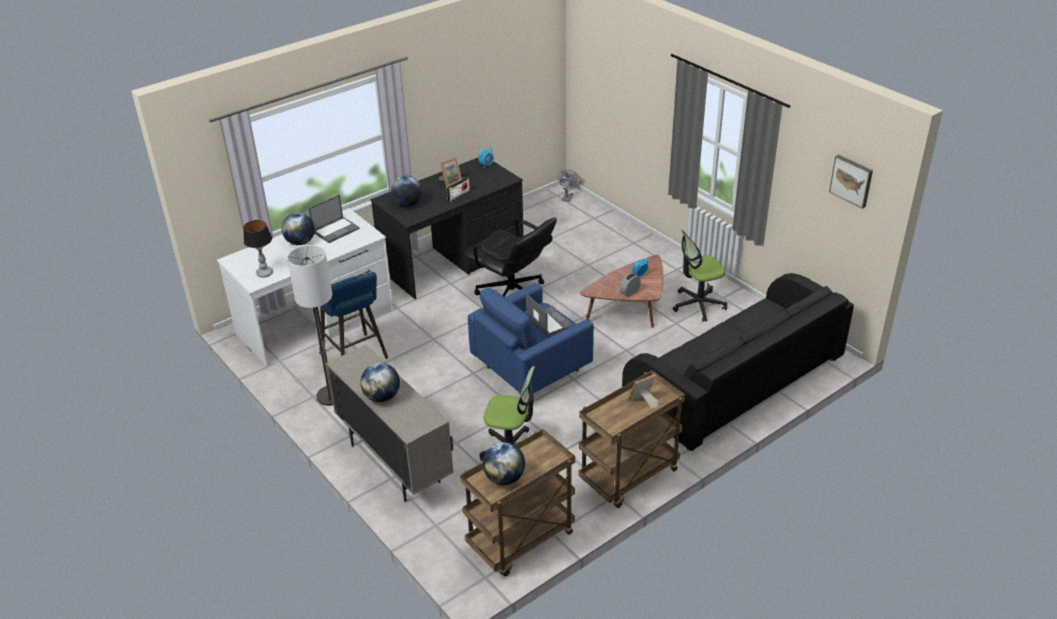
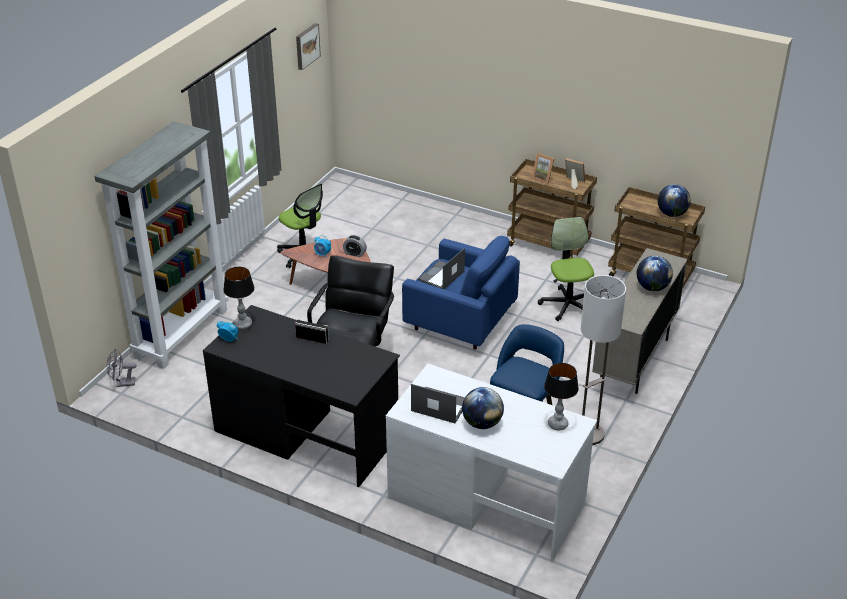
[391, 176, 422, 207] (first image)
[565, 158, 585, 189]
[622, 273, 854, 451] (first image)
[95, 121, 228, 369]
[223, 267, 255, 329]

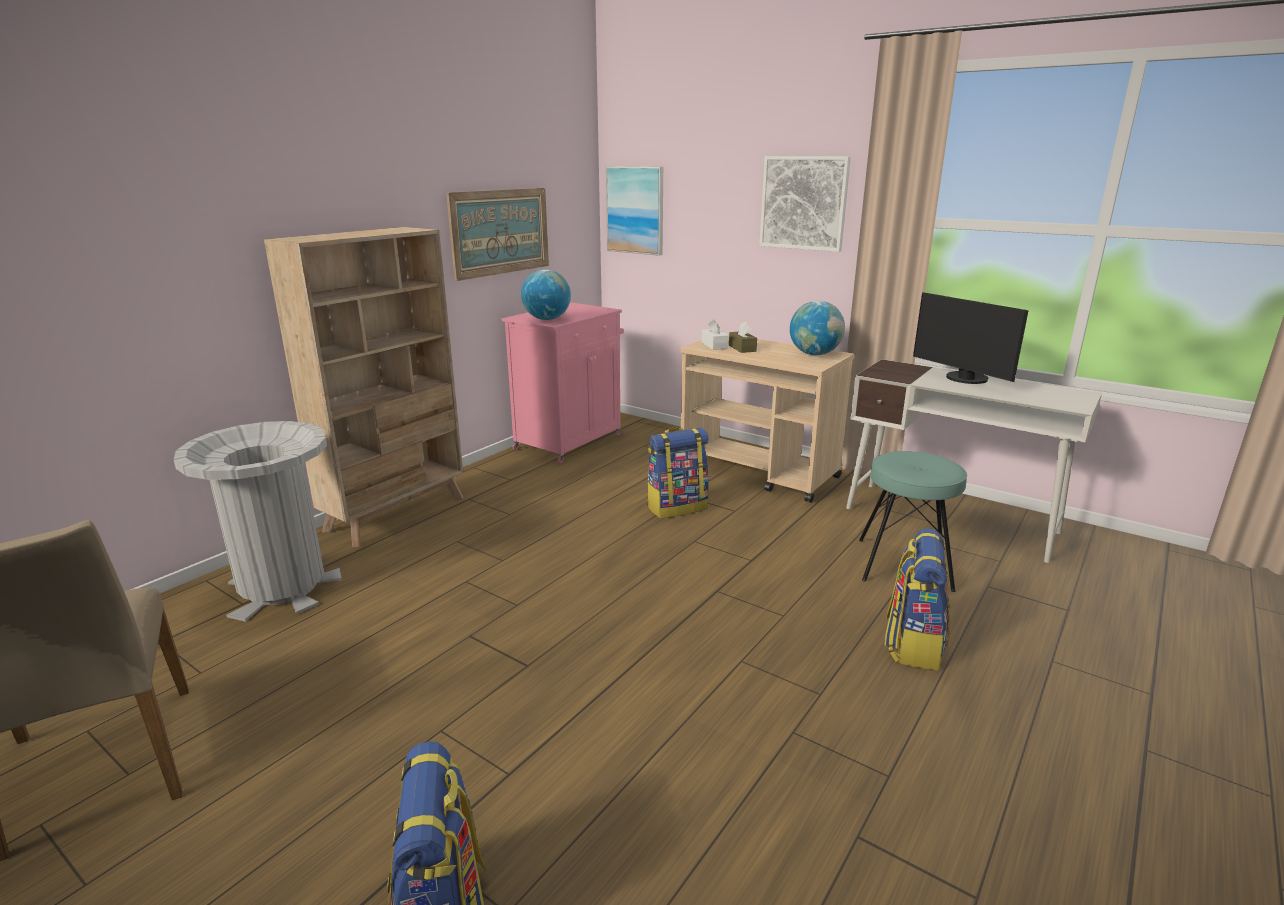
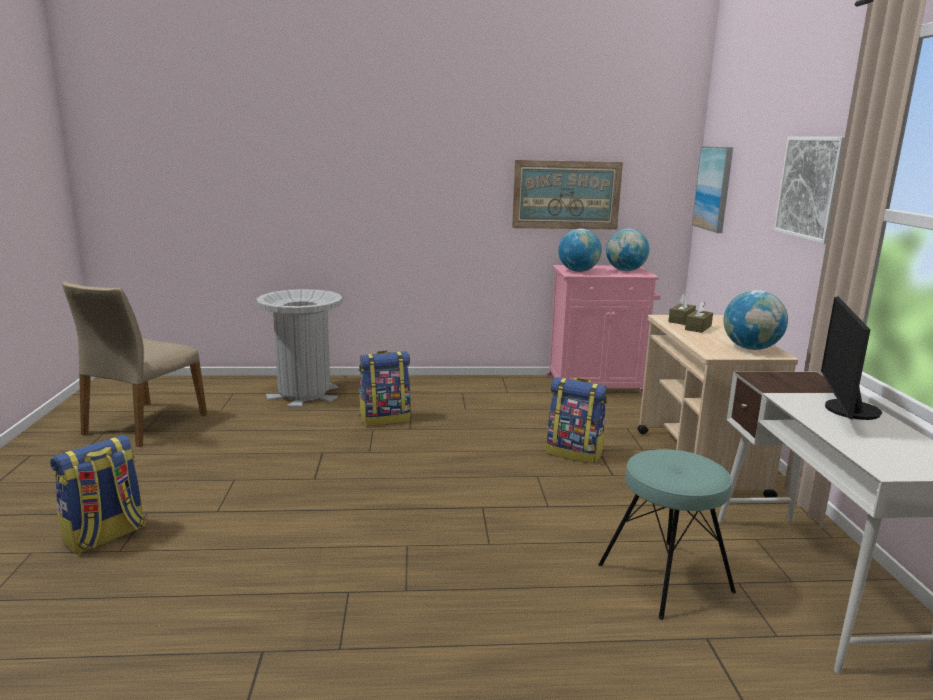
[264, 227, 463, 547] (first image)
[668, 294, 696, 325]
[359, 350, 411, 426]
[606, 229, 649, 271]

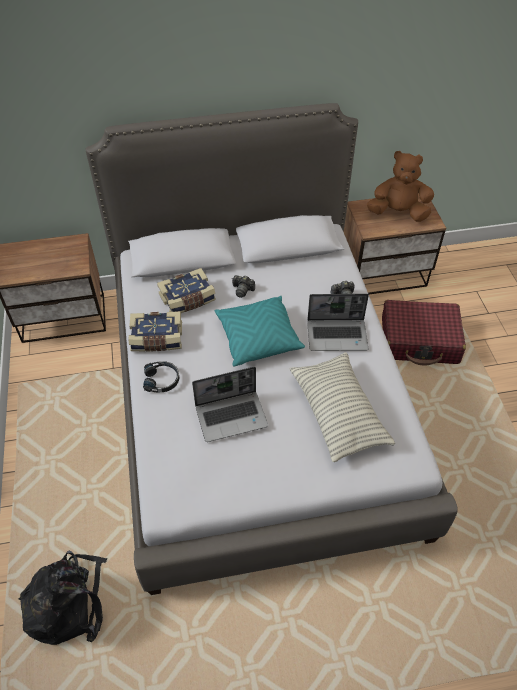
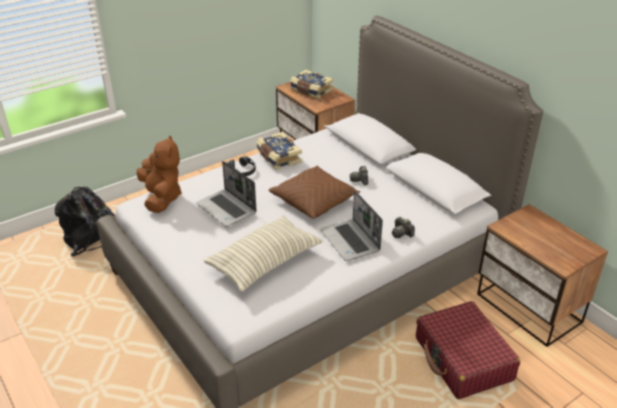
[290, 70, 333, 99]
[269, 166, 360, 219]
[137, 135, 182, 213]

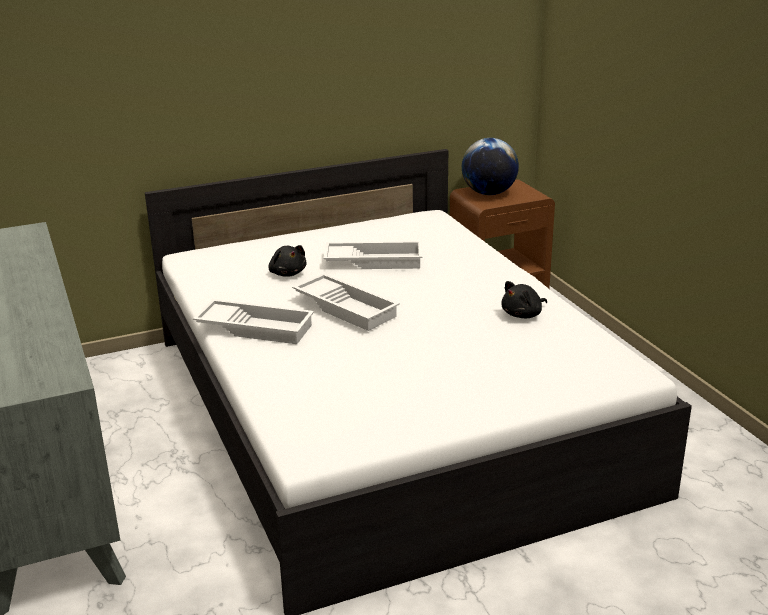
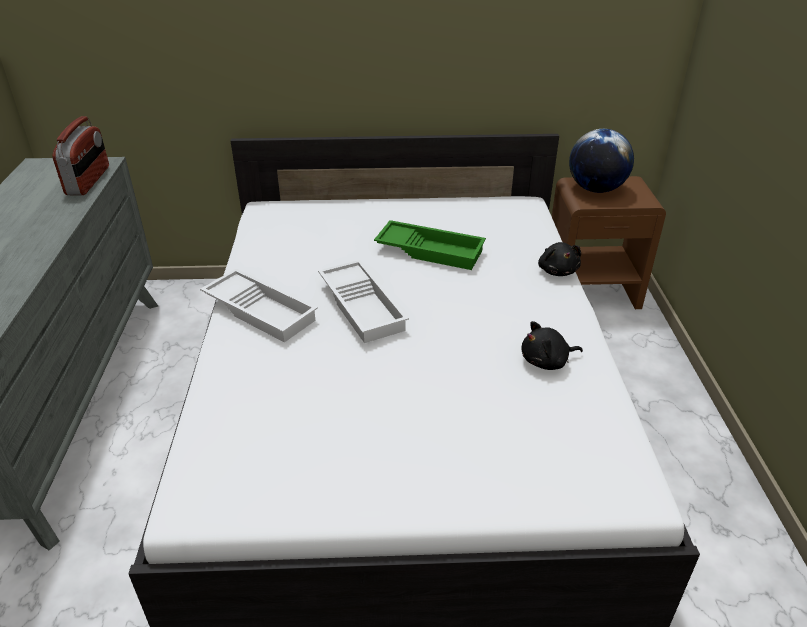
[538, 242, 581, 276]
[374, 220, 486, 270]
[52, 116, 109, 195]

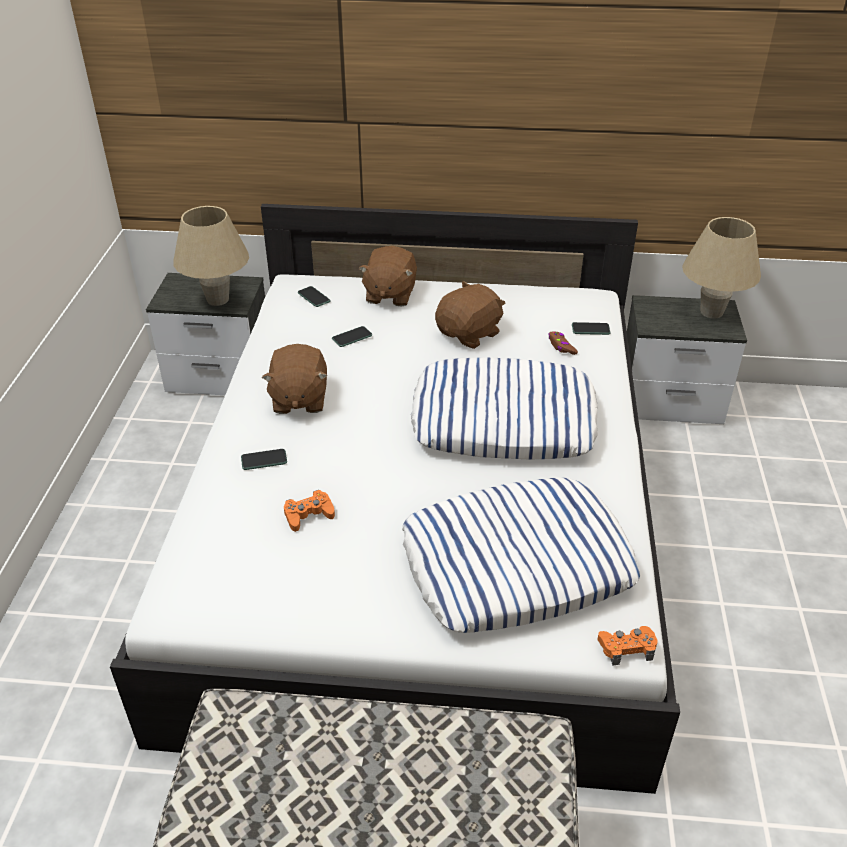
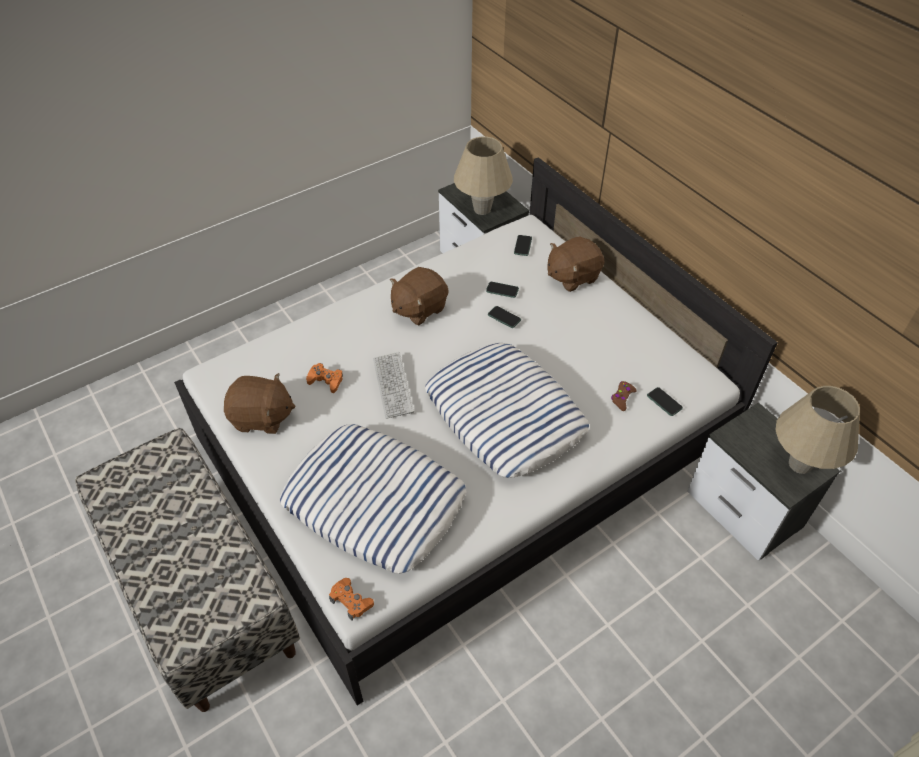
[488, 306, 521, 328]
[224, 373, 296, 434]
[373, 352, 414, 419]

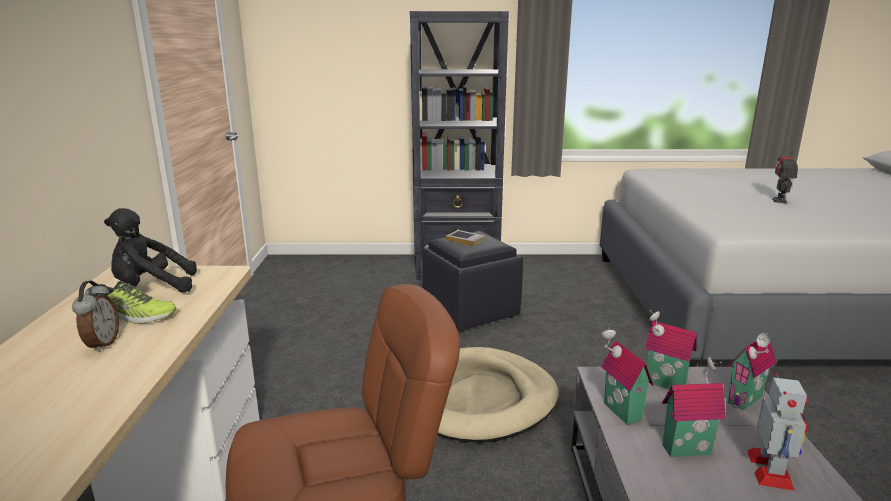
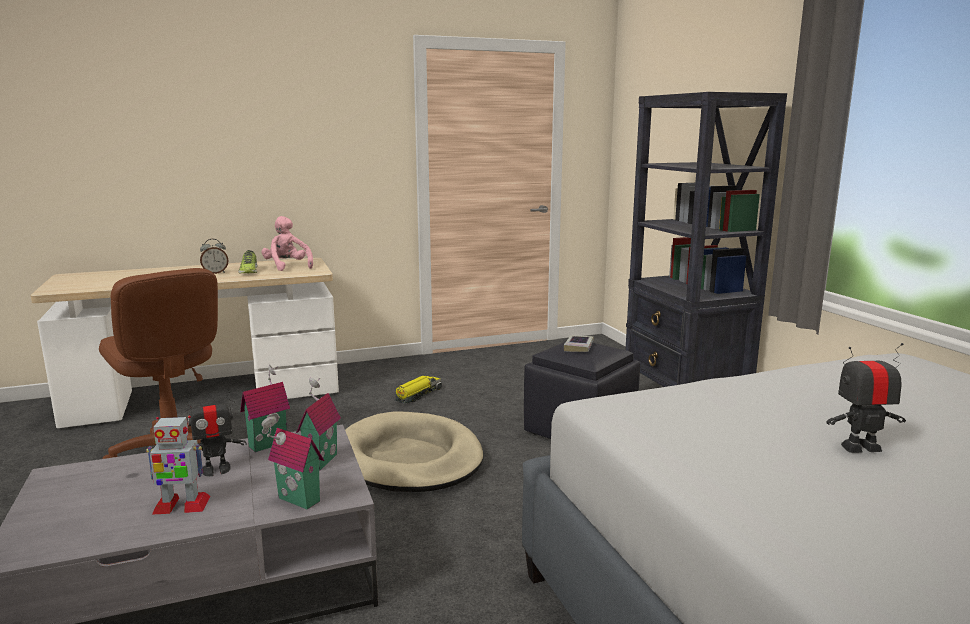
[261, 216, 313, 271]
[184, 391, 247, 476]
[394, 376, 442, 404]

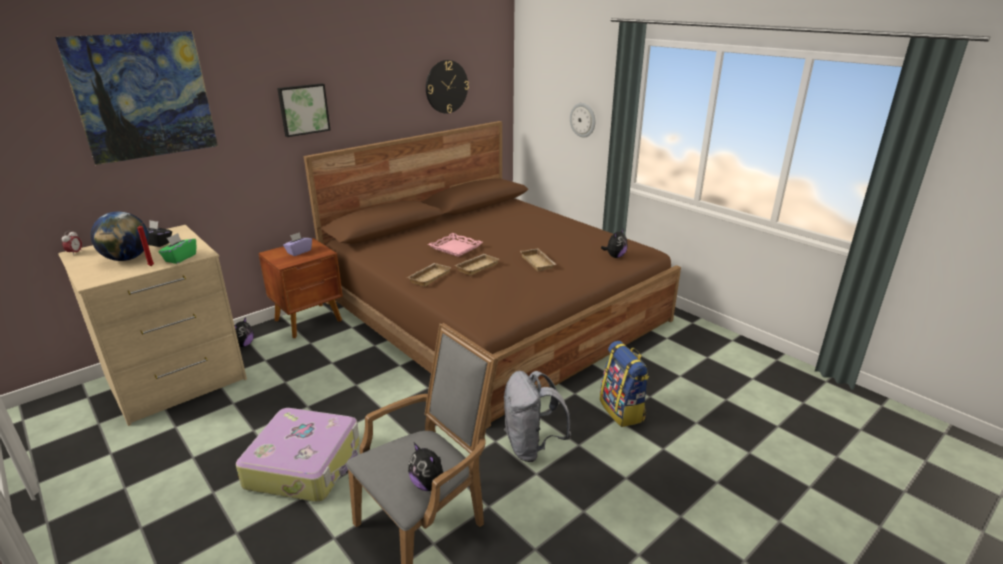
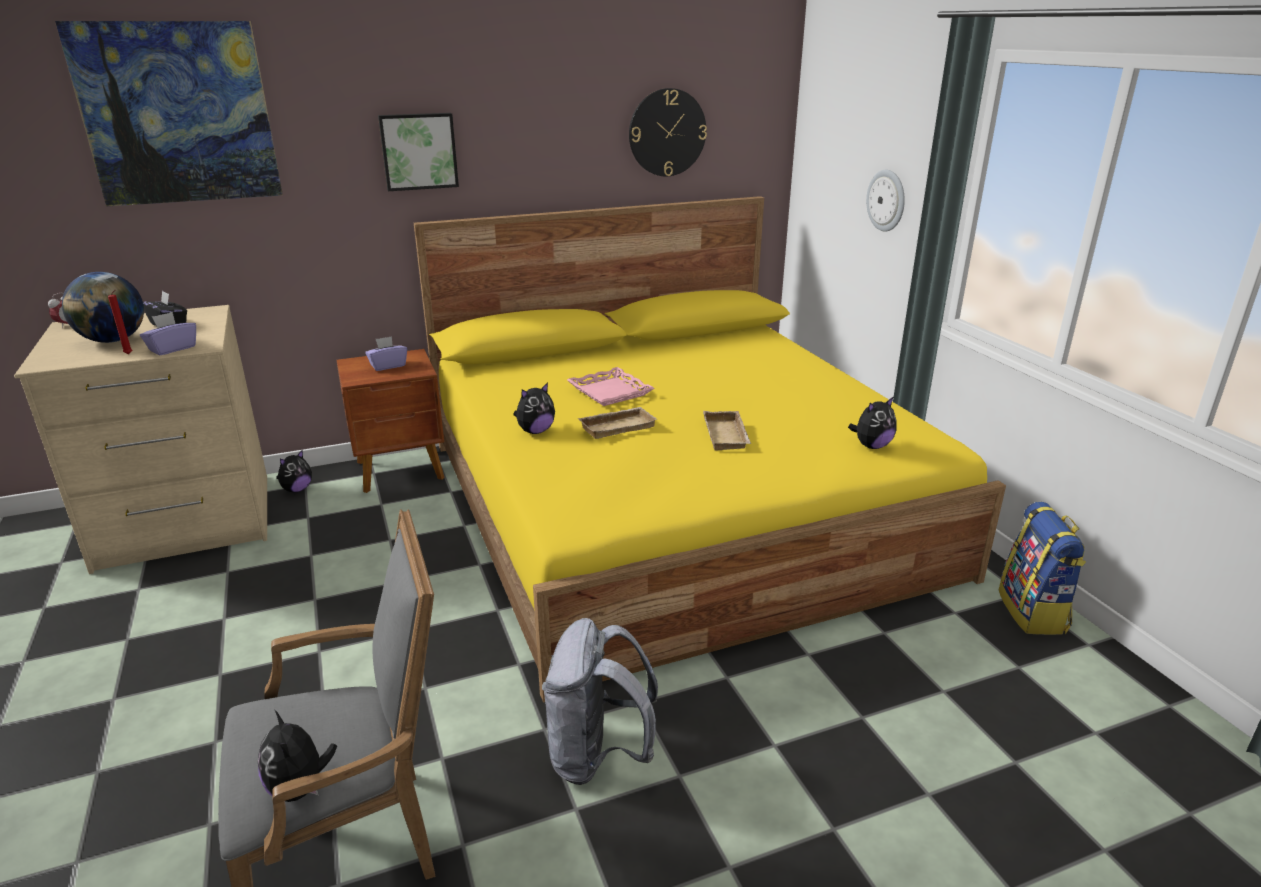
[140, 312, 196, 356]
[236, 408, 360, 502] (first image)
[414, 196, 1006, 702]
[513, 382, 555, 434]
[999, 502, 1086, 635]

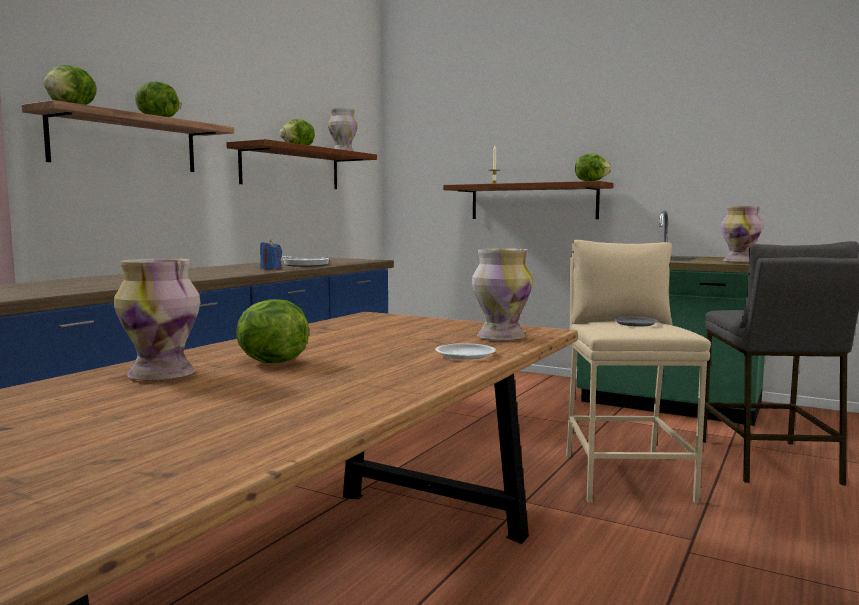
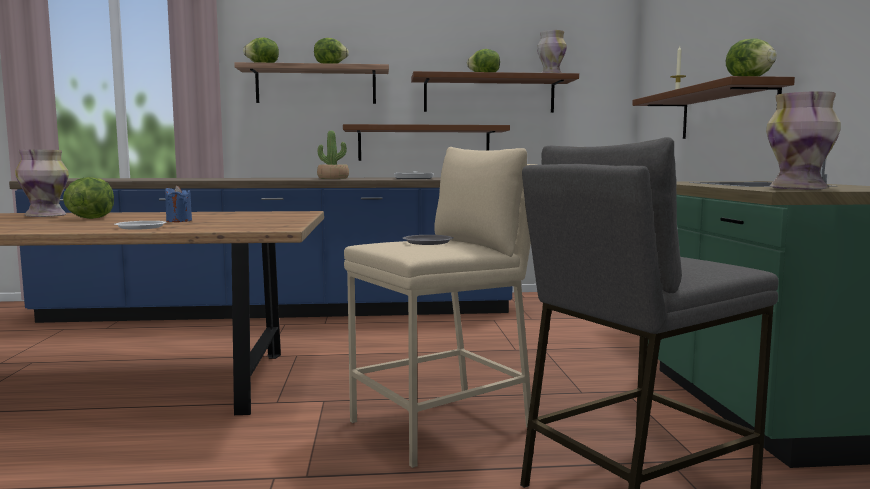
[165, 185, 192, 222]
[472, 248, 533, 341] (first image)
[317, 131, 349, 179]
[343, 124, 510, 161]

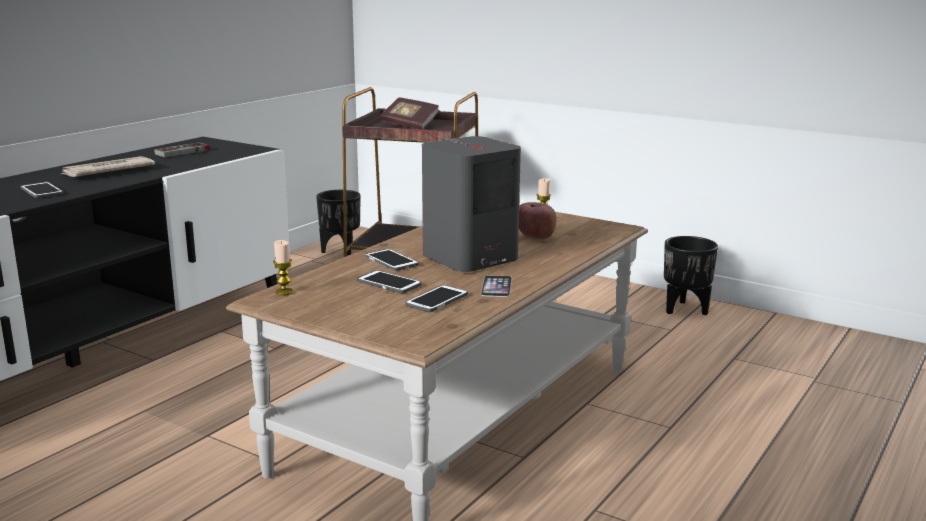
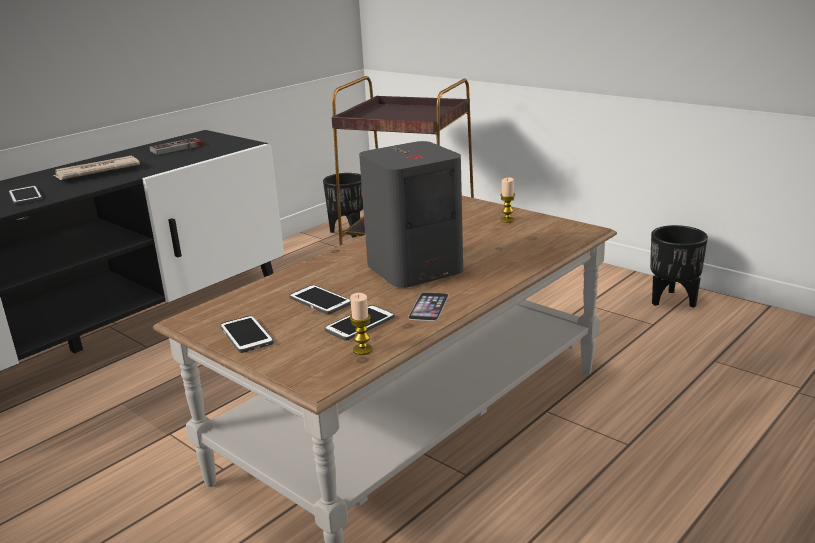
[350, 293, 373, 355]
[220, 315, 274, 353]
[380, 97, 440, 129] (first image)
[519, 202, 556, 240] (first image)

